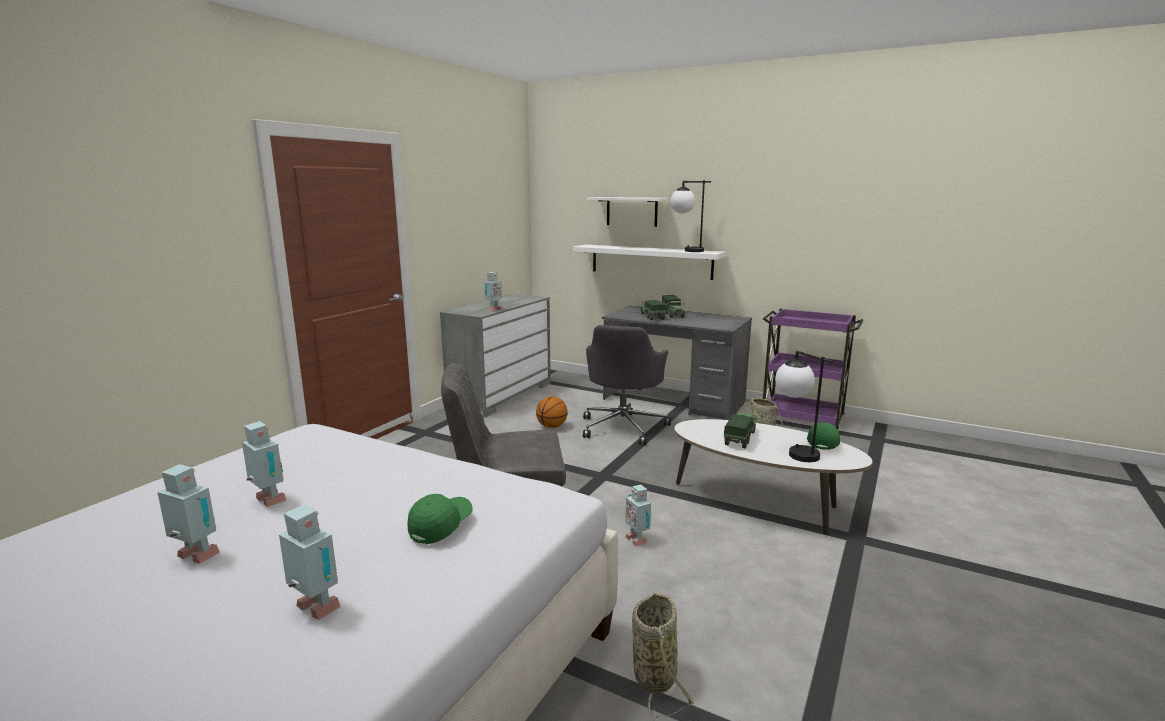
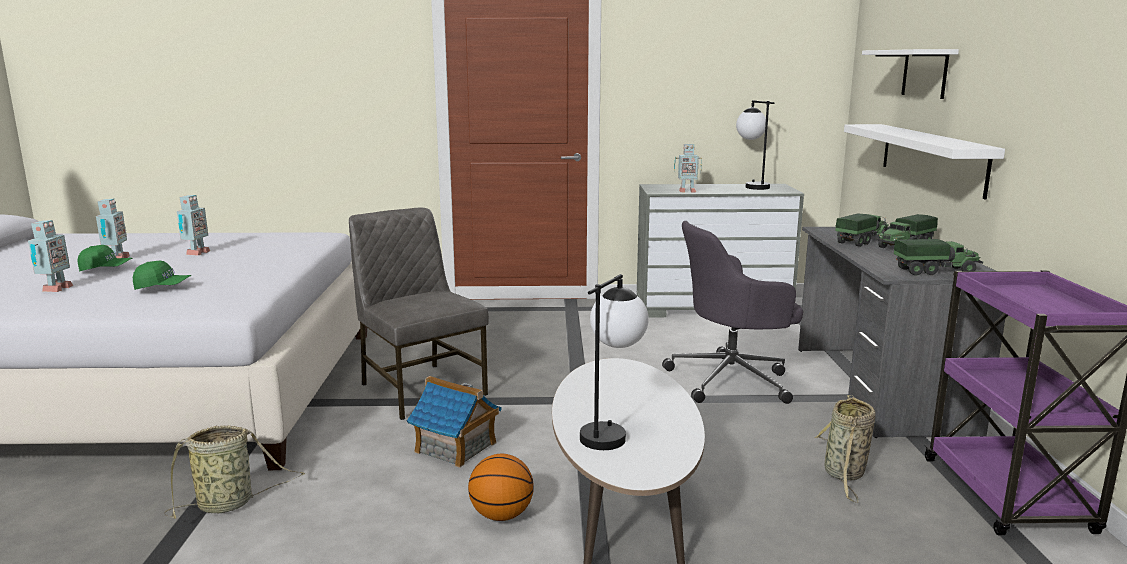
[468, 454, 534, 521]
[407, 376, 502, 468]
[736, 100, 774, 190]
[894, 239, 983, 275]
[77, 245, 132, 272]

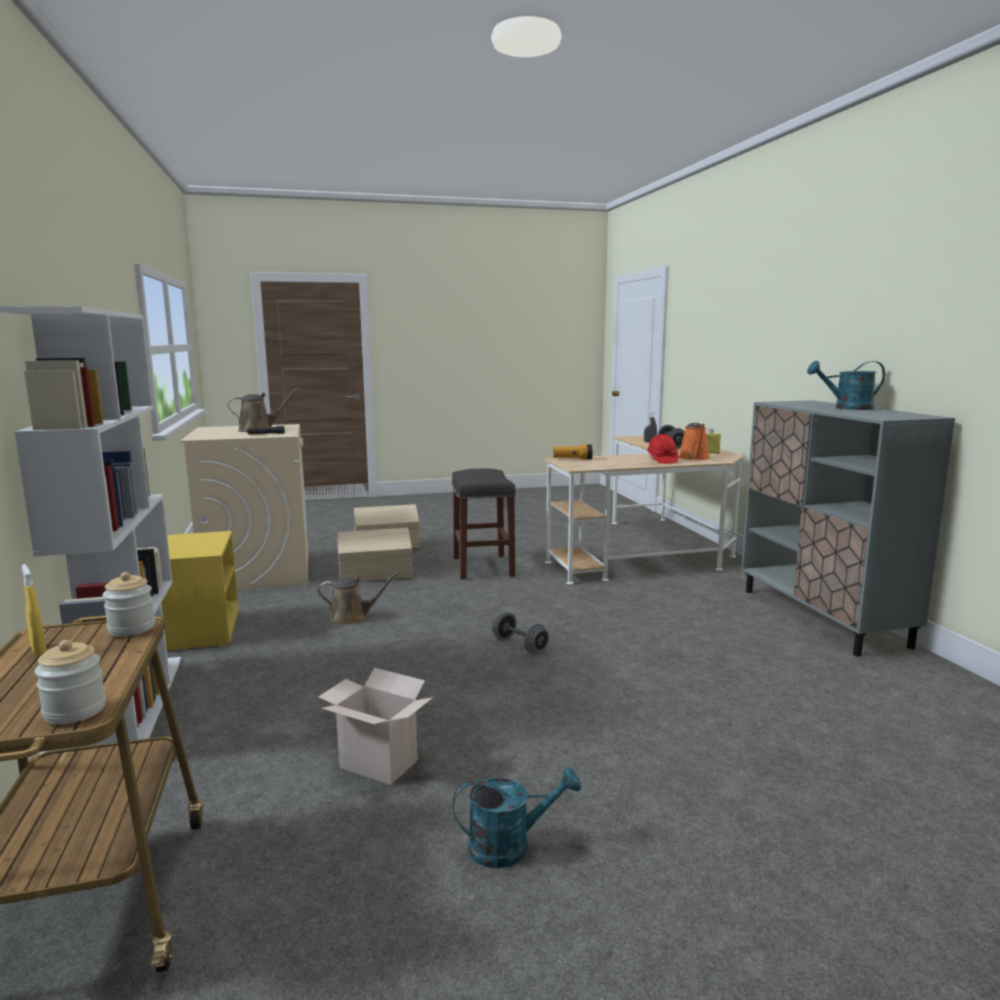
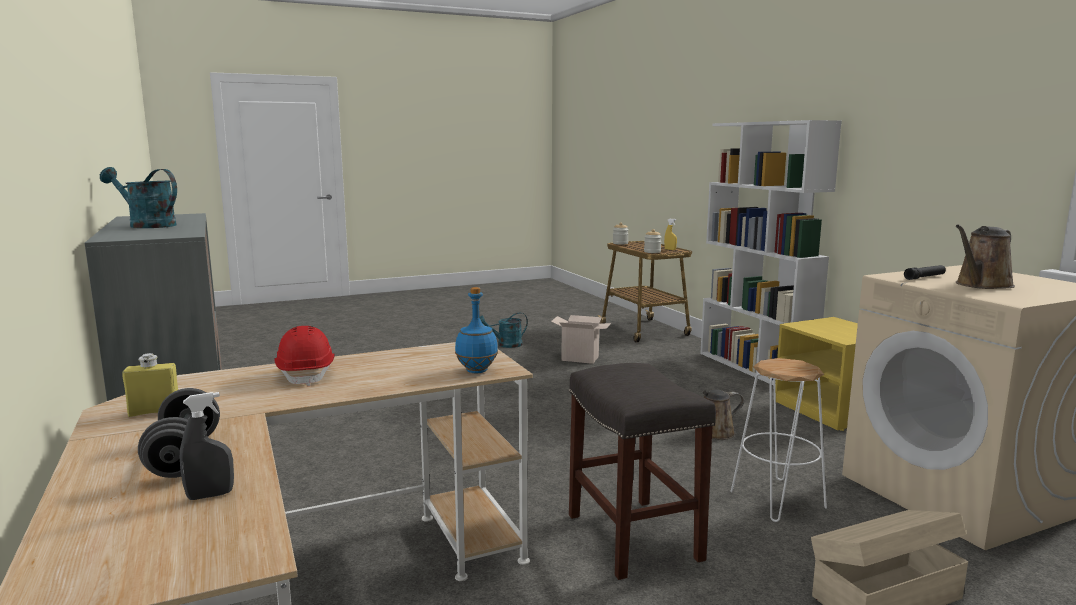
[730, 358, 827, 522]
[492, 612, 549, 653] (first image)
[455, 287, 498, 373]
[679, 423, 710, 460] (first image)
[100, 167, 177, 228]

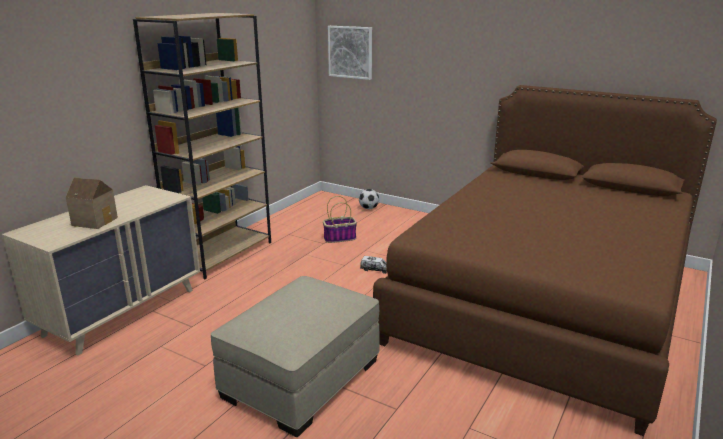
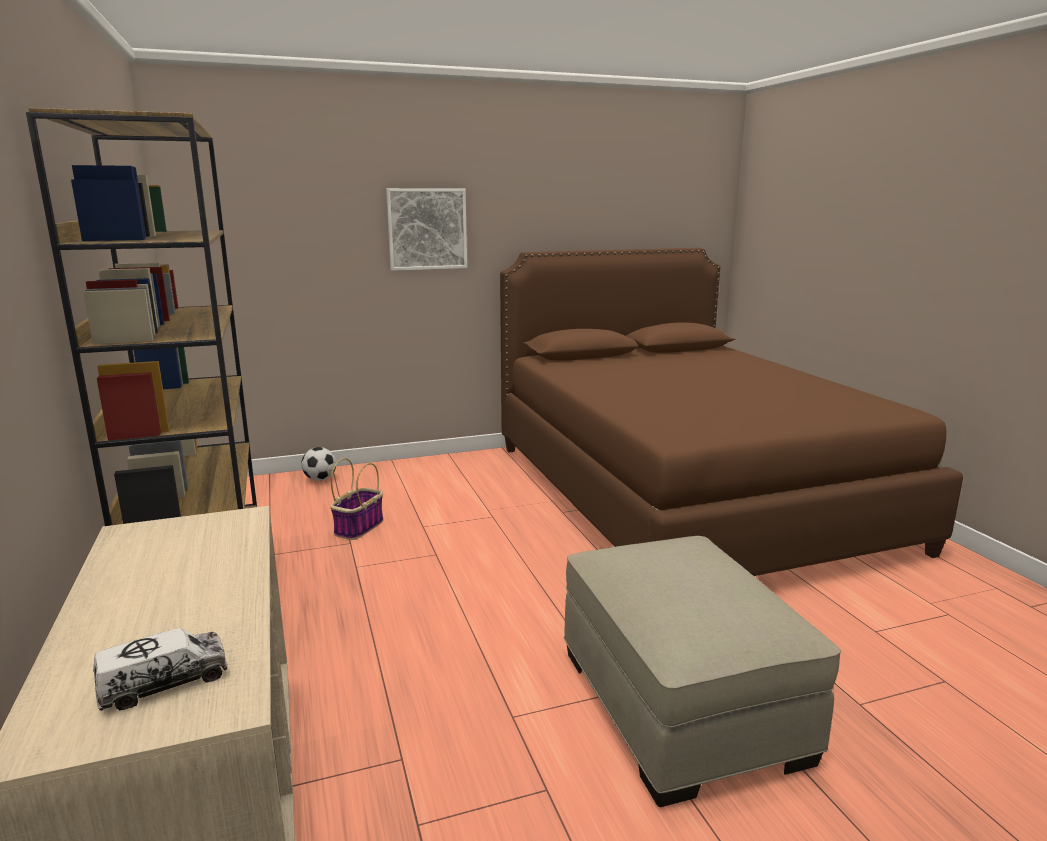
[66, 177, 118, 229] (first image)
[386, 188, 467, 271]
[93, 628, 228, 711]

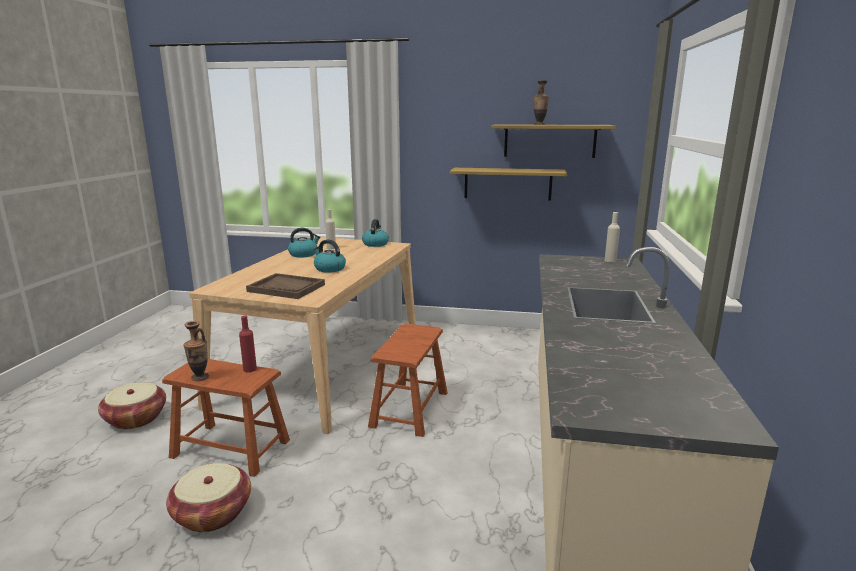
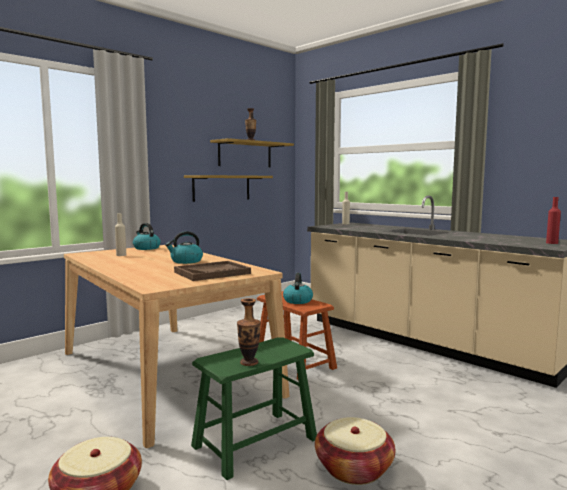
[191, 338, 317, 480]
[546, 197, 561, 244]
[283, 273, 313, 304]

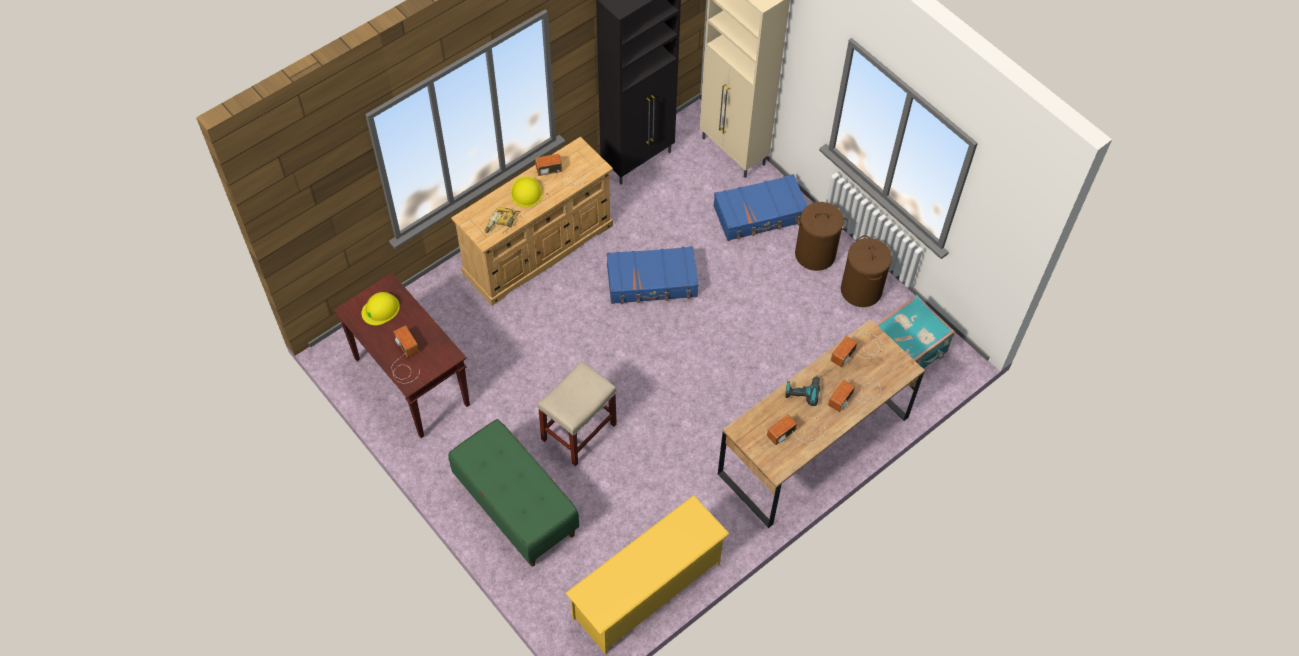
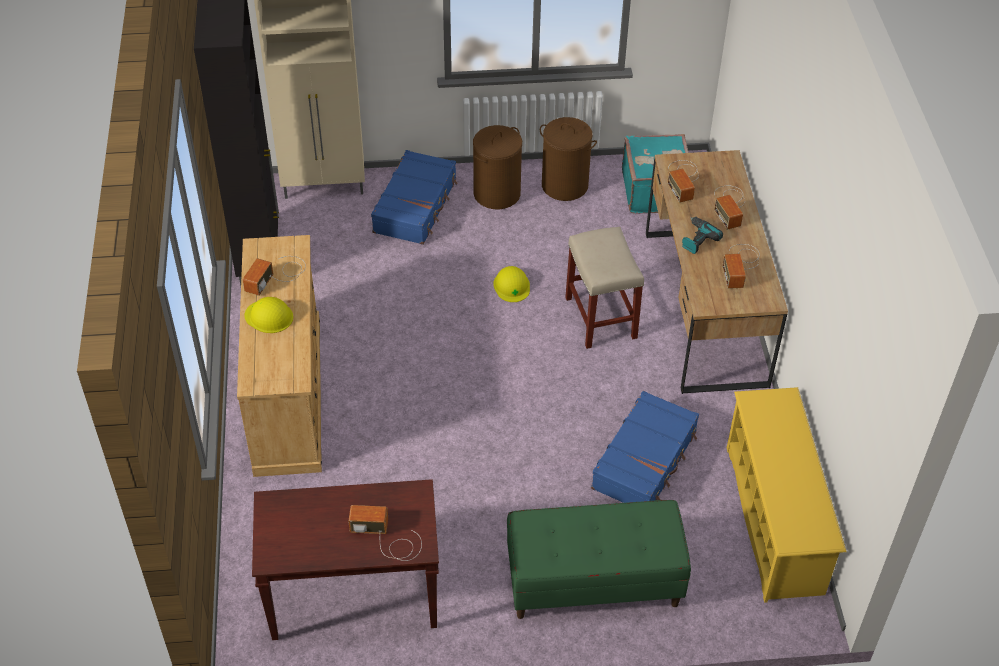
[493, 266, 530, 302]
[485, 207, 521, 233] (first image)
[565, 227, 644, 349]
[591, 391, 699, 503]

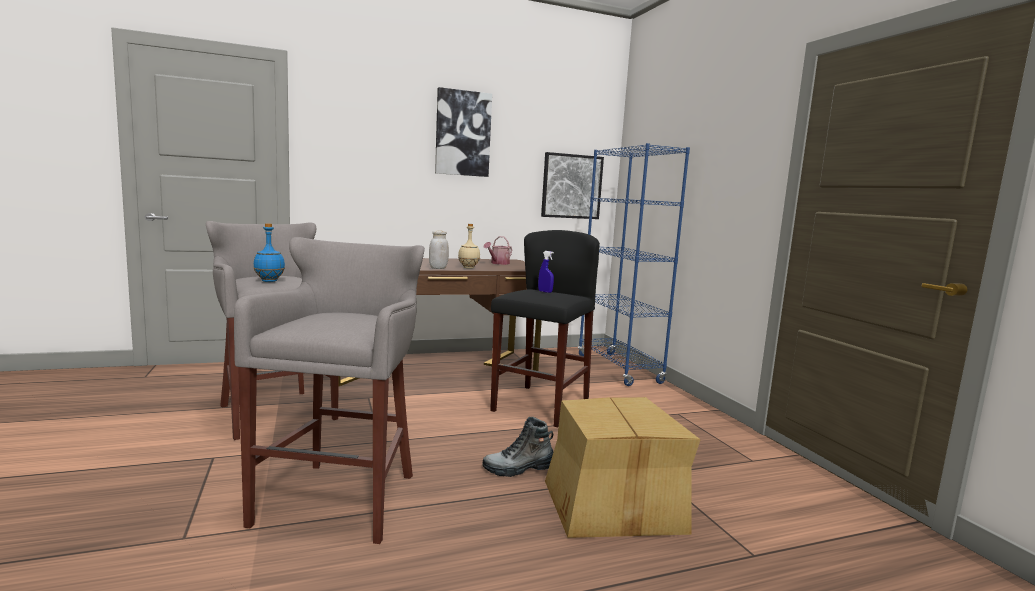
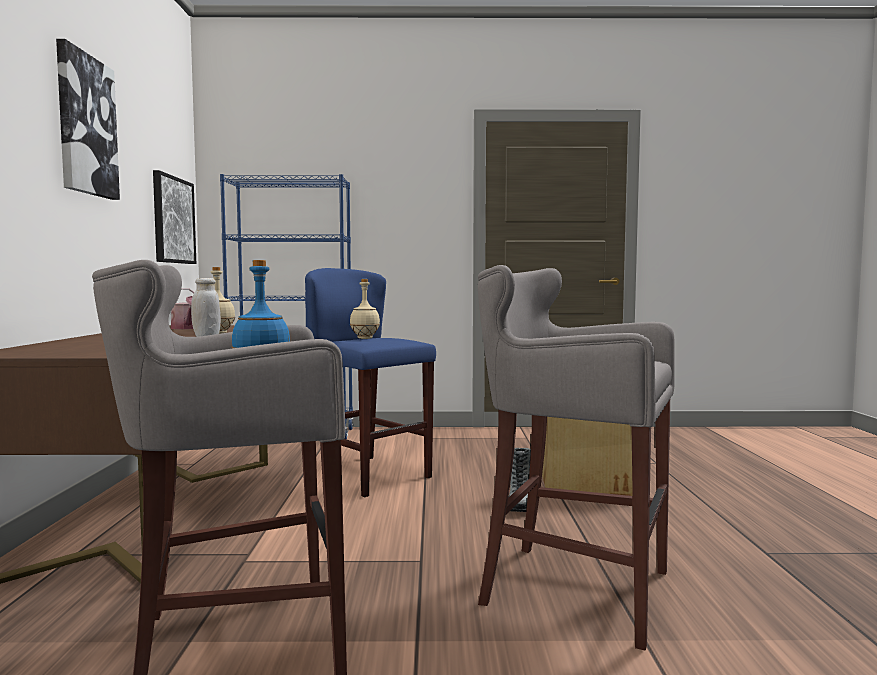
[305, 268, 436, 497]
[350, 279, 380, 339]

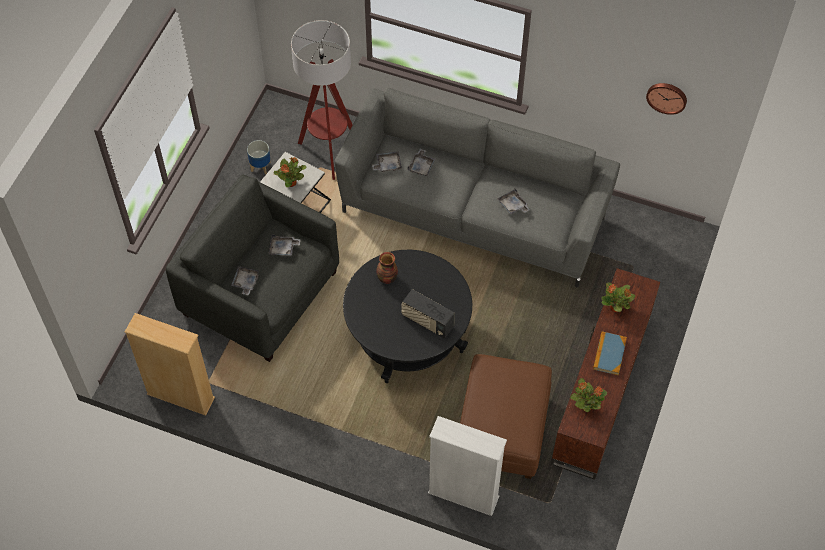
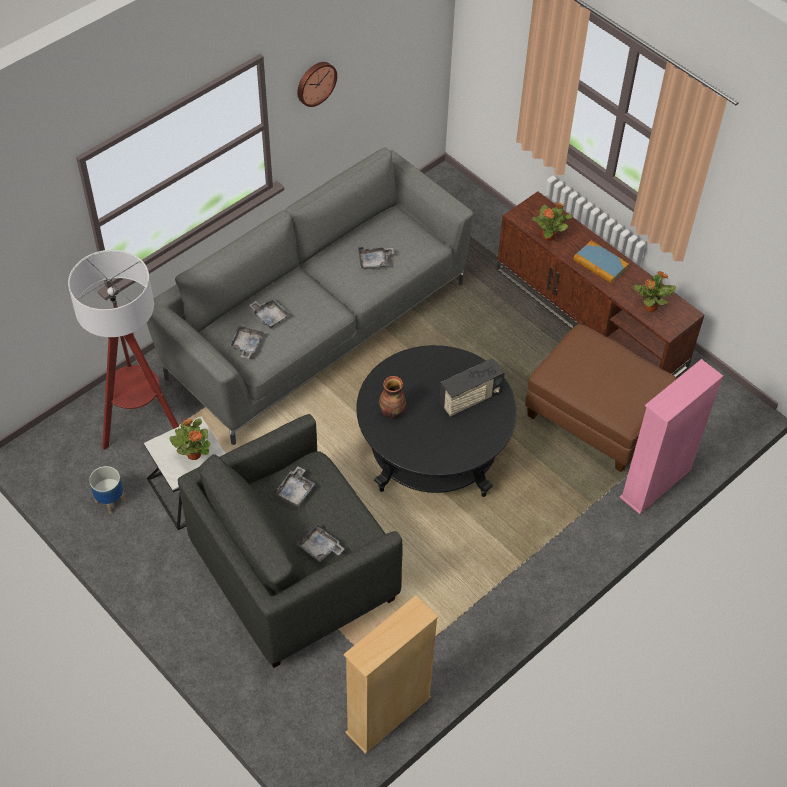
[620, 359, 723, 514]
[297, 62, 337, 107]

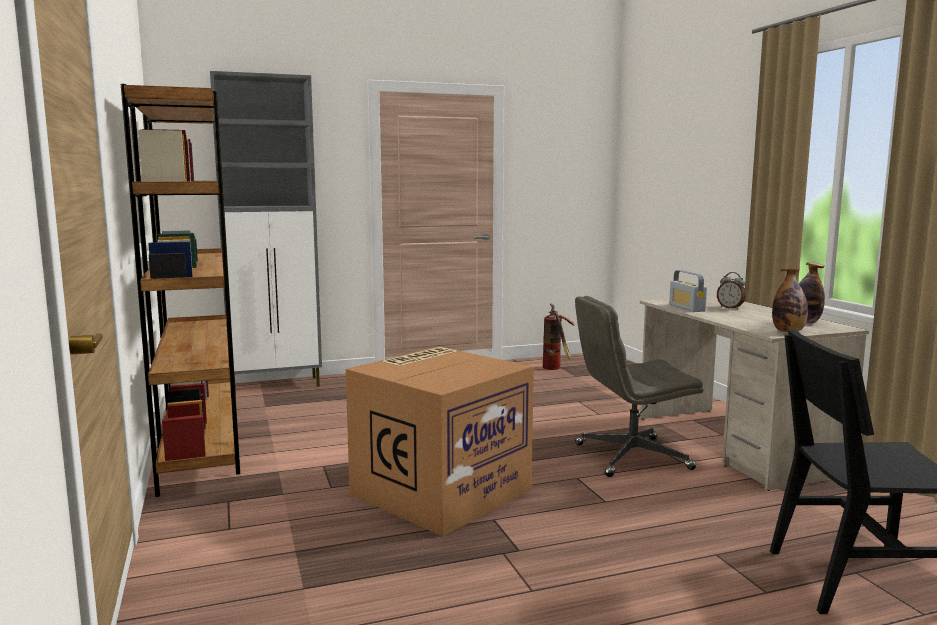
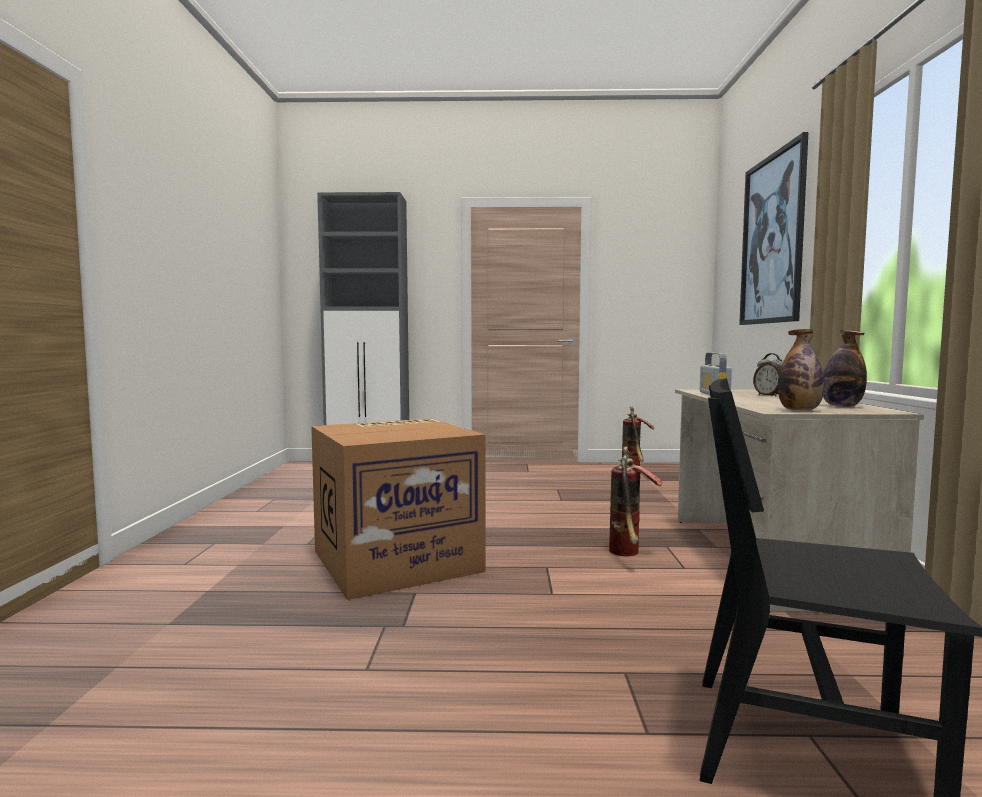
[121, 84, 240, 497] (first image)
[609, 446, 662, 556]
[739, 132, 808, 325]

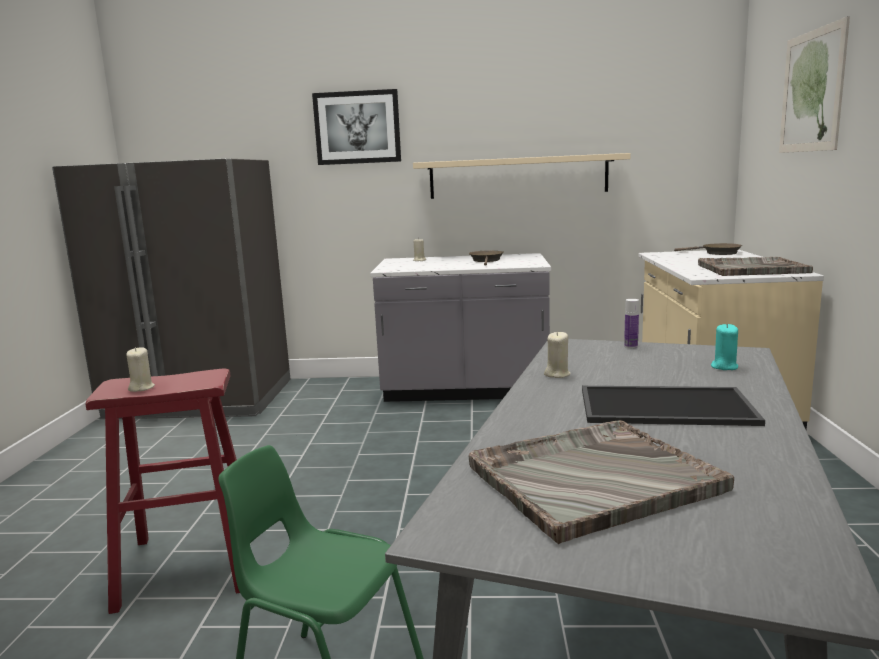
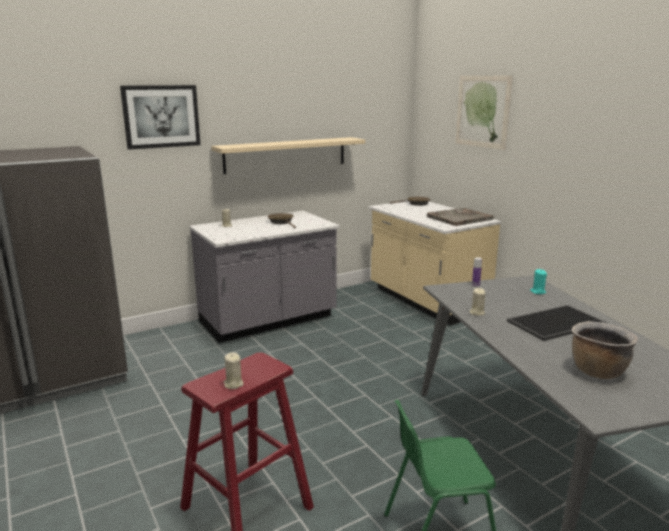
[572, 321, 638, 379]

